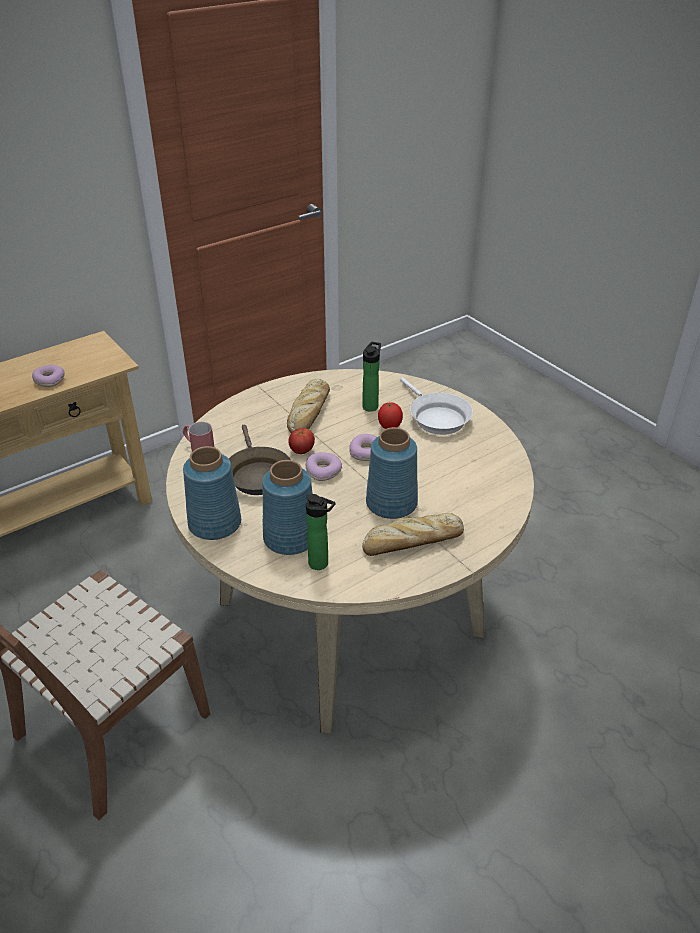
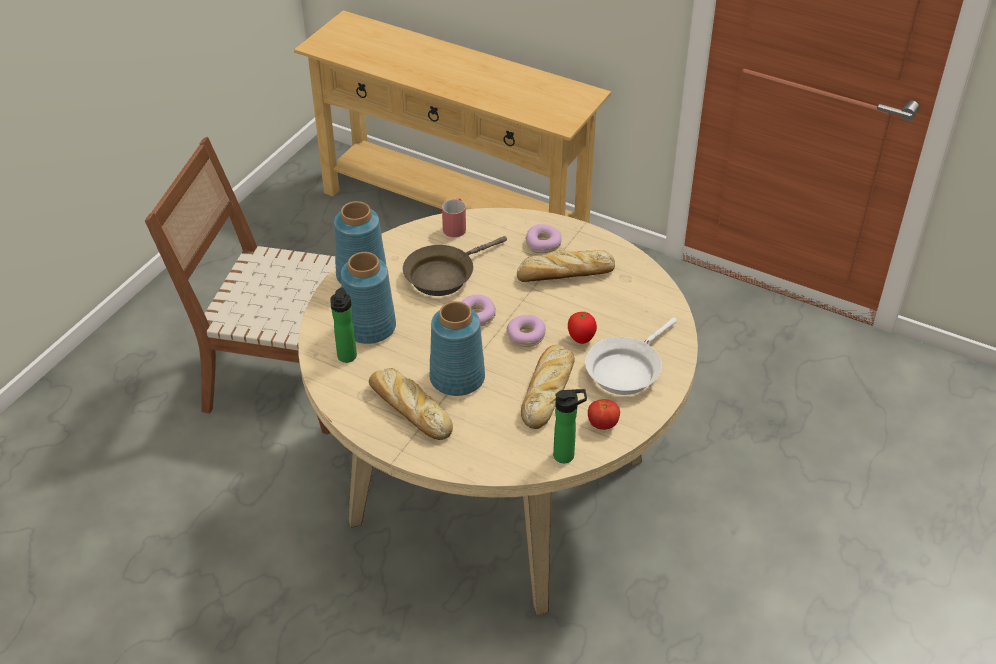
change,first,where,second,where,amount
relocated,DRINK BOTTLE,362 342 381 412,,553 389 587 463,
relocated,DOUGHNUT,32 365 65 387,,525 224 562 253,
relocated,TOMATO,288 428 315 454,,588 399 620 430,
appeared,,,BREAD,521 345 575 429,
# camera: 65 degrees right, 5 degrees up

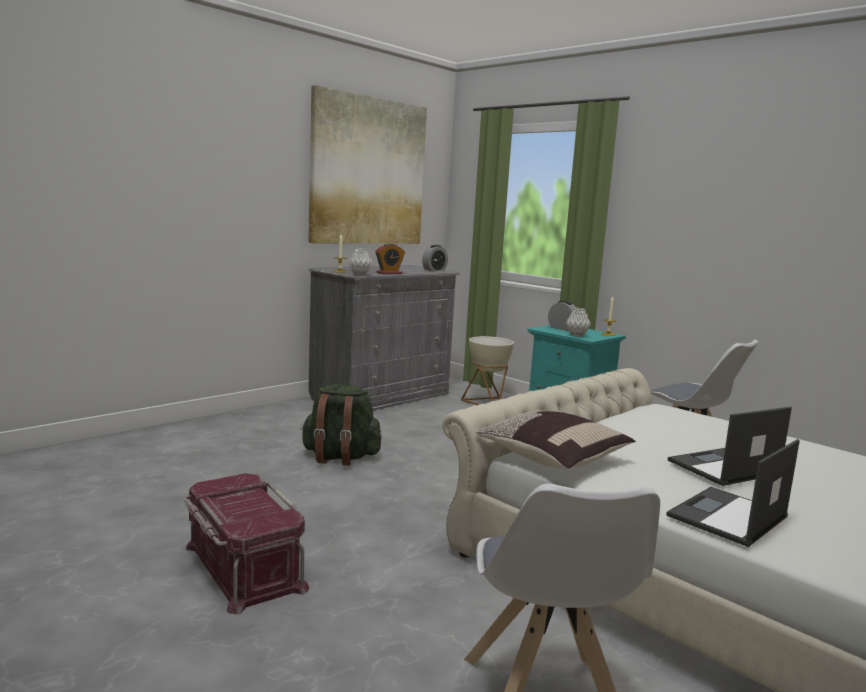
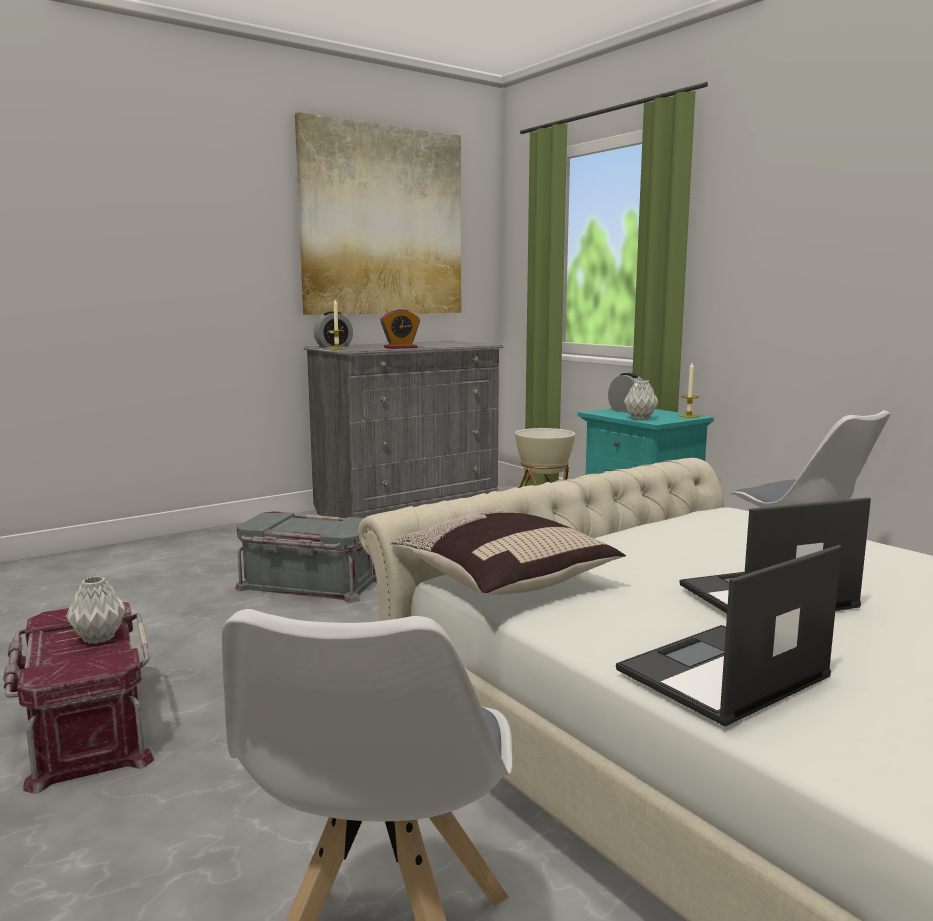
change,first,where,second,where,amount
relocated,ALARM CLOCK,422 245 448 271,,314 311 353 347,
relocated,GREYISH DECORATIVE VASE,348 247 372 275,,66 576 126 644,
exchanged,GREEN-COLOURED KNAPSACK,301 384 382 466,GREYISH STORAGE CONTAINER,235 511 377 603,
# camera: 10 degrees right, 0 degrees up

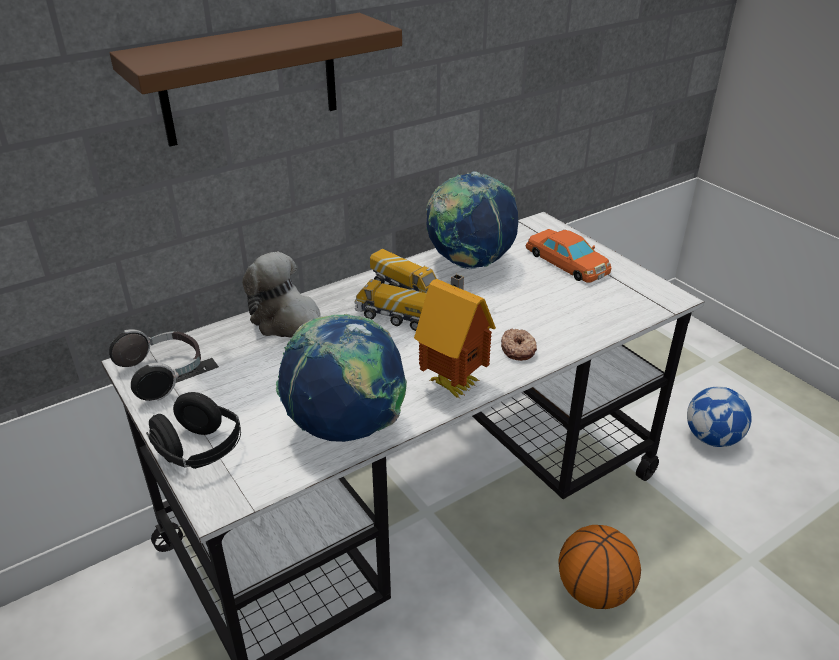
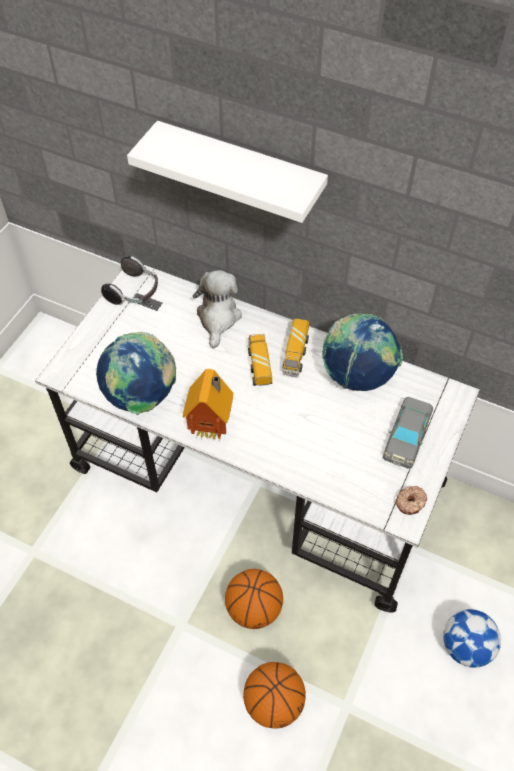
change,first,where,second,where,amount
colour,BROWN-COLOURED WALL SHELF,110 13 402 147,WHITE WALL SHELF,127 121 328 223,
colour,ORANGEY TOY CAR,526 229 612 283,GREYISH TOY CAR,383 397 433 469,
relocated,DOUGHNUT,501 328 537 361,,396 486 427 515,
missing,BLACKISH PAIR OF HEADPHONES,146 392 241 469,,,
appeared,,,BALL FOR BASKETBALL,243 662 306 729,
# camera: 60 degrees right, 20 degrees up

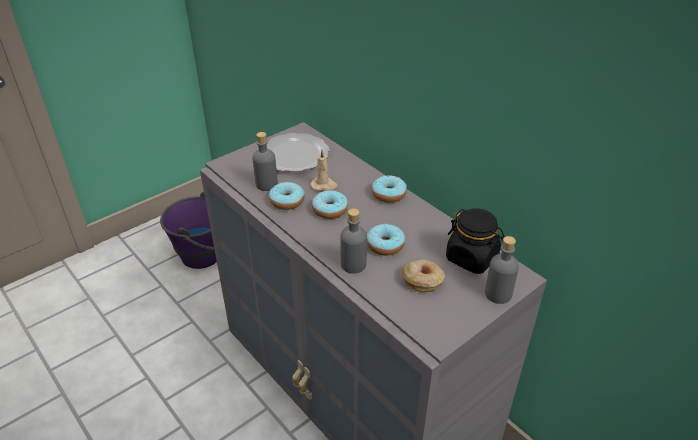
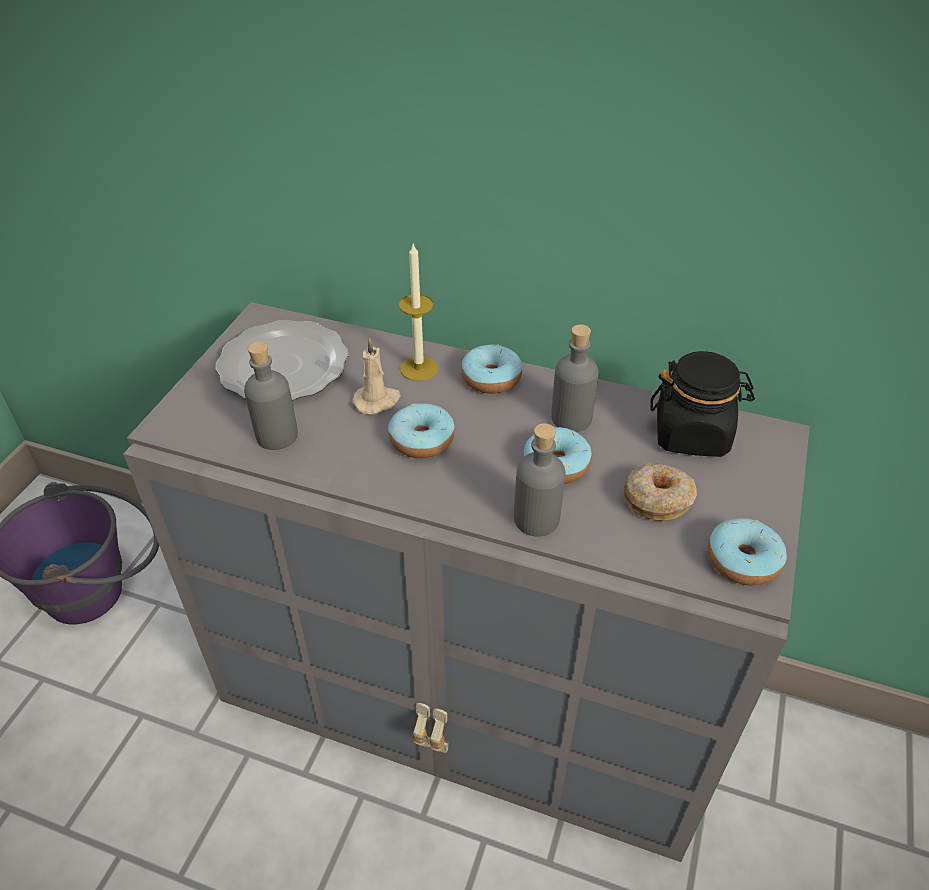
change,first,where,second,where,amount
relocated,DOUGHNUT,269 182 305 210,,707 518 787 586,
relocated,GREYISH DRINK BOTTLE,485 236 519 304,,551 324 599 432,
appeared,,,WAX CANDLE,399 242 438 381,
# camera: 30 degrees left, 5 degrees up

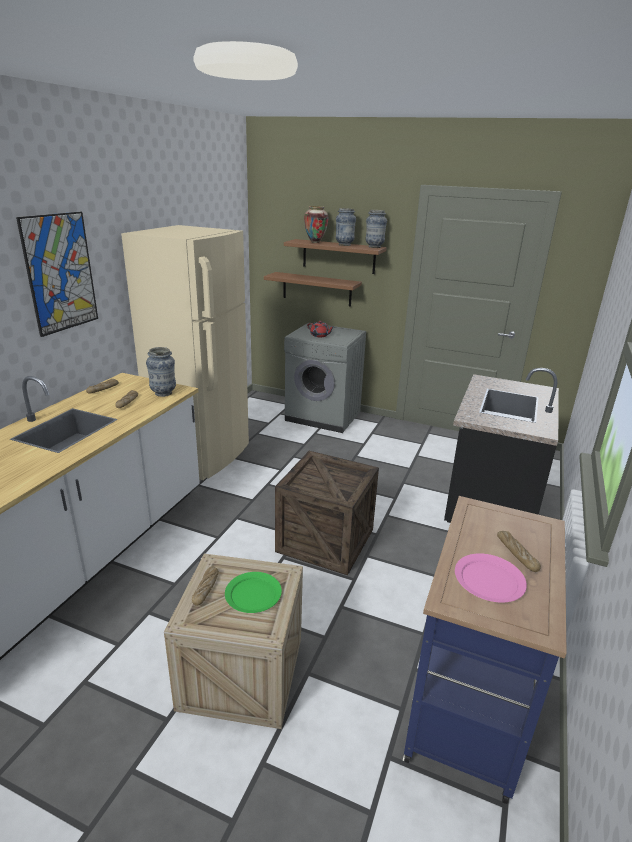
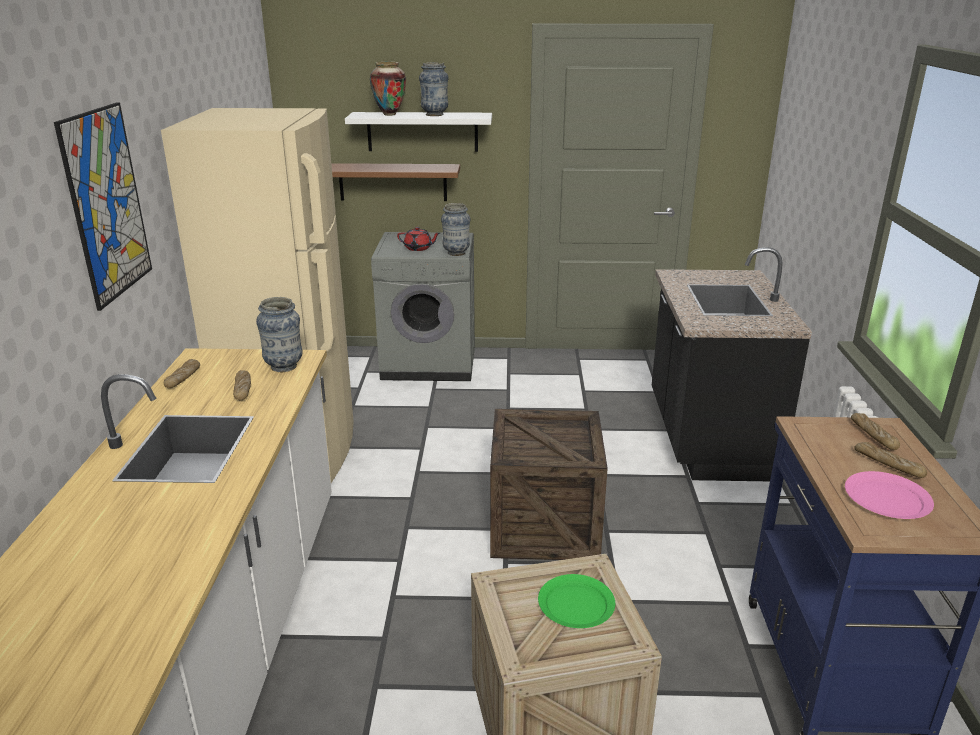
change,first,where,second,where,amount
relocated,DECORATIVE VASE,366 210 387 248,,441 203 470 256,
colour,BROWN-COLOURED WALL SHELF,284 239 387 274,WHITE WALL SHELF,345 112 492 152,
relocated,BREAD,192 567 219 606,,851 413 900 450,
# camera: 20 degrees left, 0 degrees up

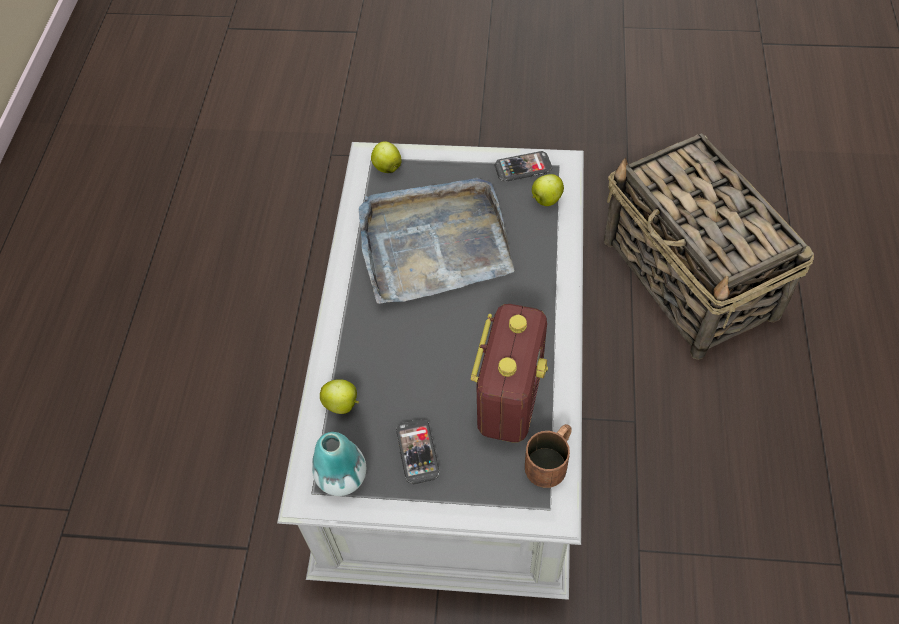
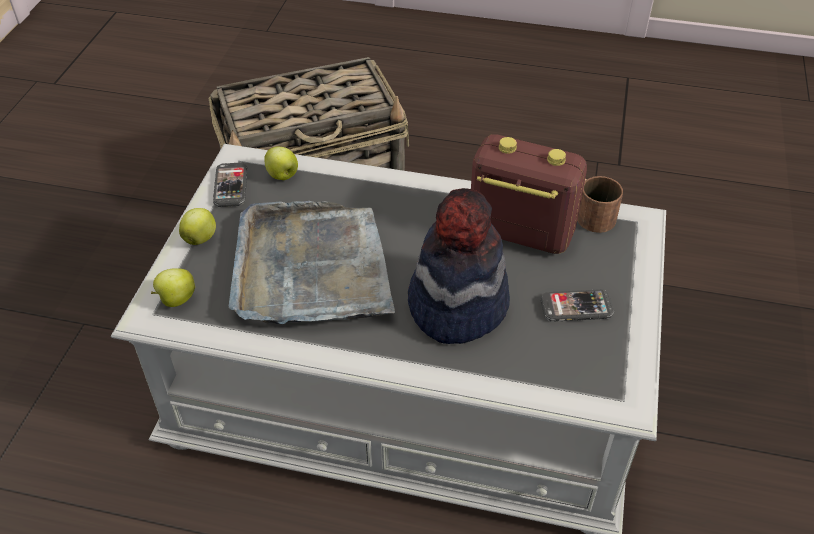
change,first,where,second,where,amount
relocated,APPLE,320 379 359 414,,179 208 216 245,
missing,DECORATIVE VASE,312 432 366 496,,,
appeared,,,WEARABLE HAT,408 188 510 344,
# camera: 85 degrees left, 10 degrees down

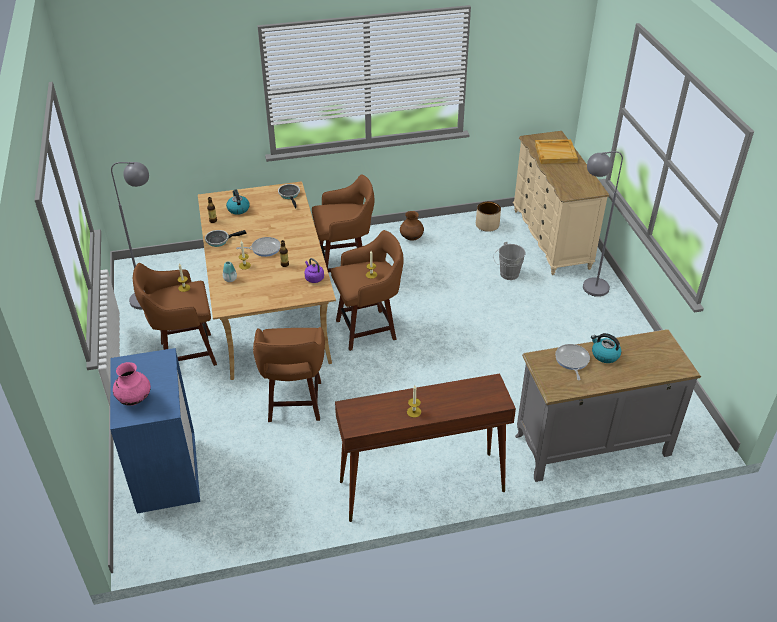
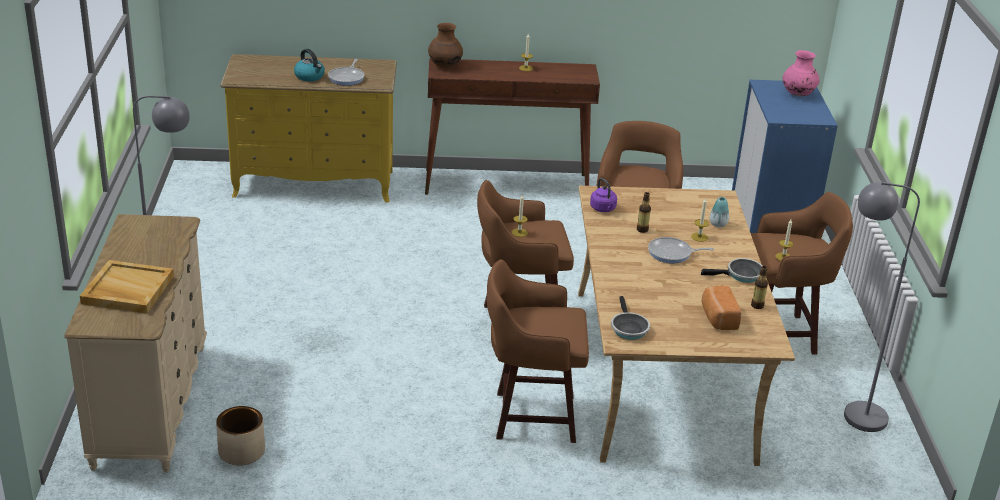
change,first,where,second,where,amount
exchanged,KETTLE,226 189 250 215,BREAD,701 286 741 330,
relocated,BROWN-COLOURED DECORATIVE VASE,400 211 424 241,,428 23 463 68,
missing,GREYISH WATER BUCKET,493 242 526 280,,,
colour,GREYISH DRESSER,515 329 701 482,YELLOWISH DRESSER,220 54 397 202,
# camera: 170 degrees left, 10 degrees down

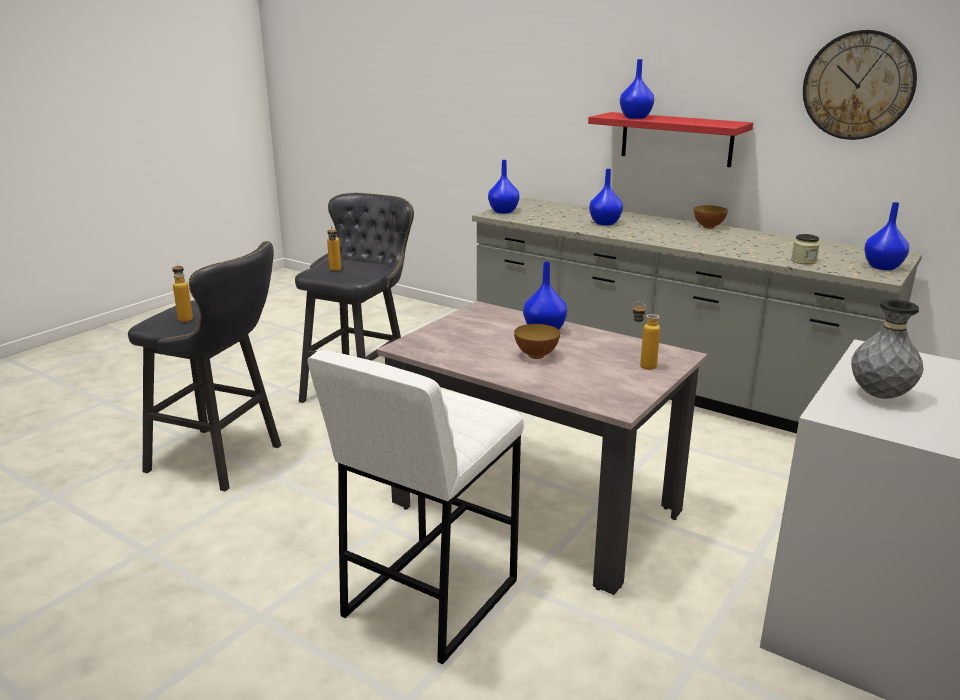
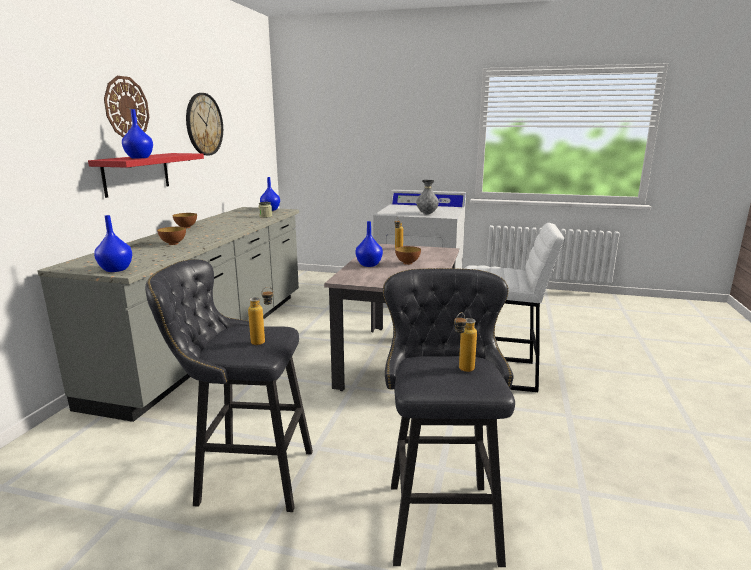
change,first,where,second,where,amount
exchanged,BLUISH DECORATIVE VASE,589 169 623 226,BOWL,157 227 186 245,
appeared,,,CLOCK ON THE WALL,104 76 149 137,
# camera: 110 degrees left, 5 degrees down

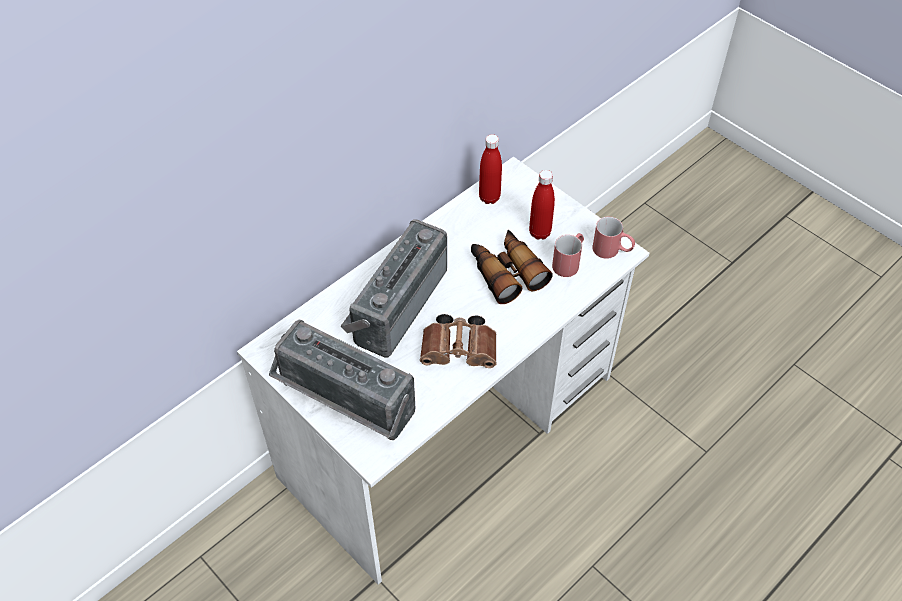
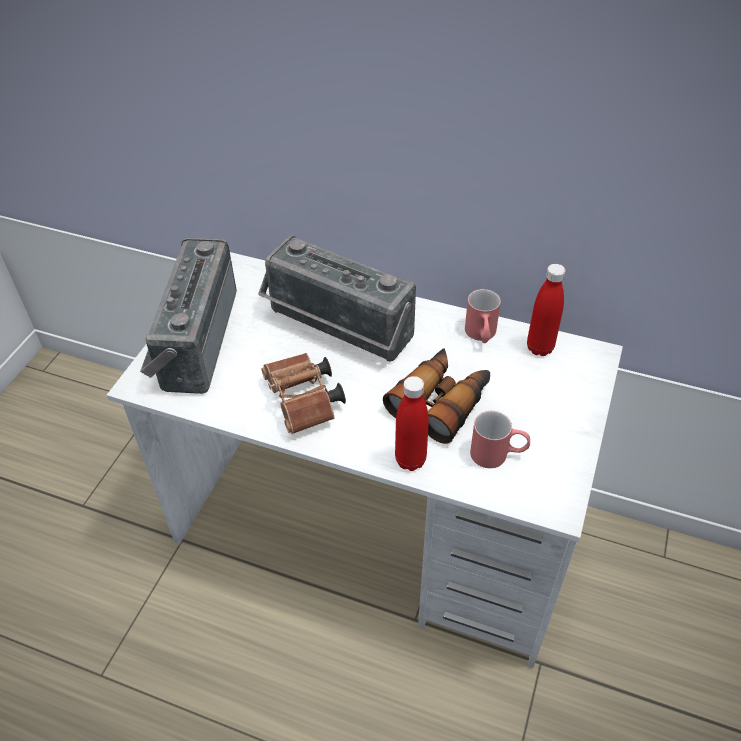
change,first,where,second,where,amount
relocated,RED DRINK BOTTLE,529 170 555 240,,395 376 429 471,
relocated,RED COFFEE MUG,592 217 635 259,,465 289 501 343,
spun,RADIO SET,341 219 447 358,,258 236 416 362,150 degrees counterclockwise
# camera: 65 degrees right, 5 degrees down

